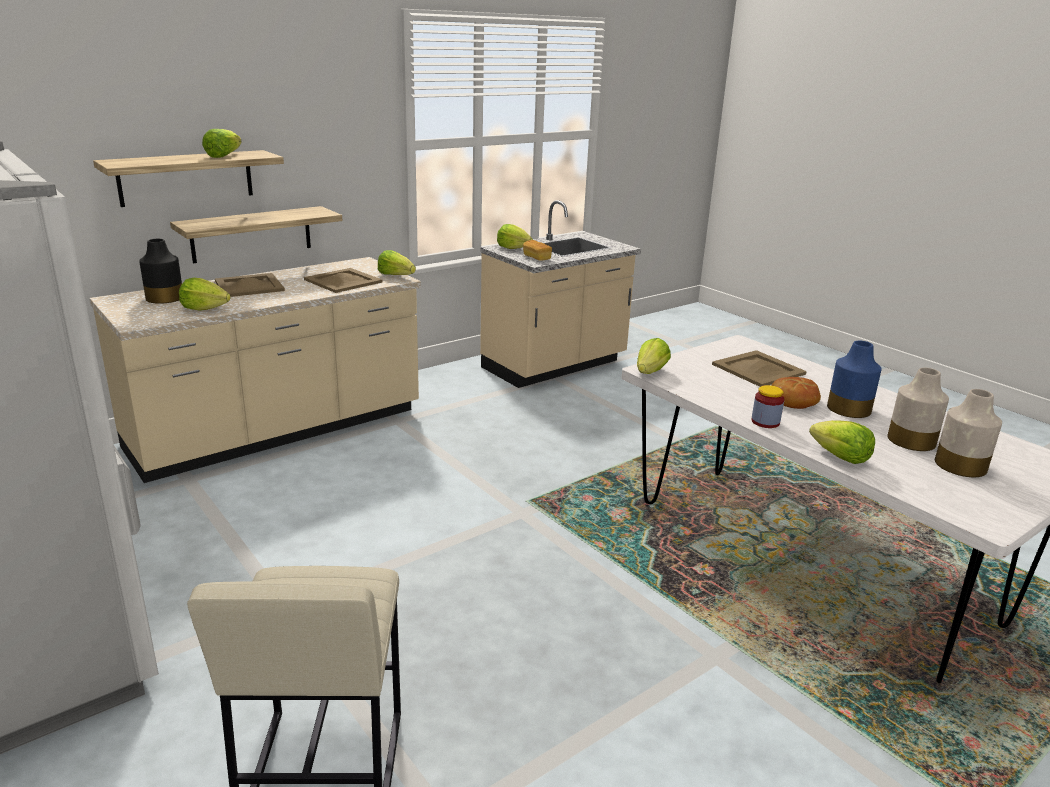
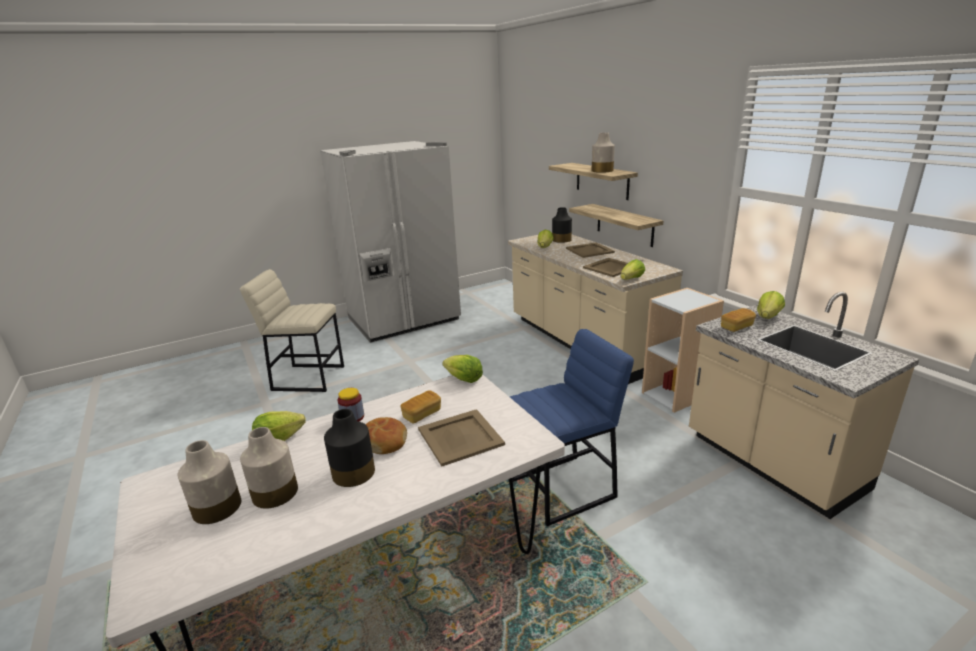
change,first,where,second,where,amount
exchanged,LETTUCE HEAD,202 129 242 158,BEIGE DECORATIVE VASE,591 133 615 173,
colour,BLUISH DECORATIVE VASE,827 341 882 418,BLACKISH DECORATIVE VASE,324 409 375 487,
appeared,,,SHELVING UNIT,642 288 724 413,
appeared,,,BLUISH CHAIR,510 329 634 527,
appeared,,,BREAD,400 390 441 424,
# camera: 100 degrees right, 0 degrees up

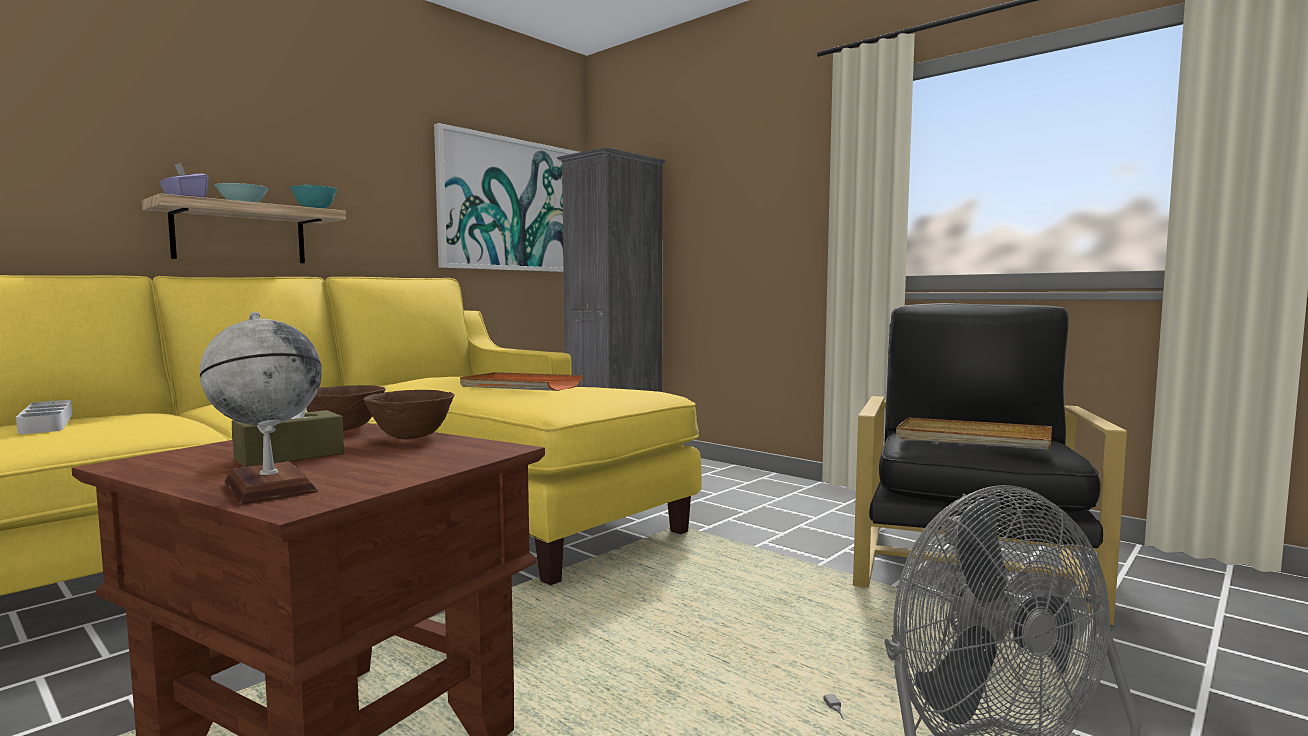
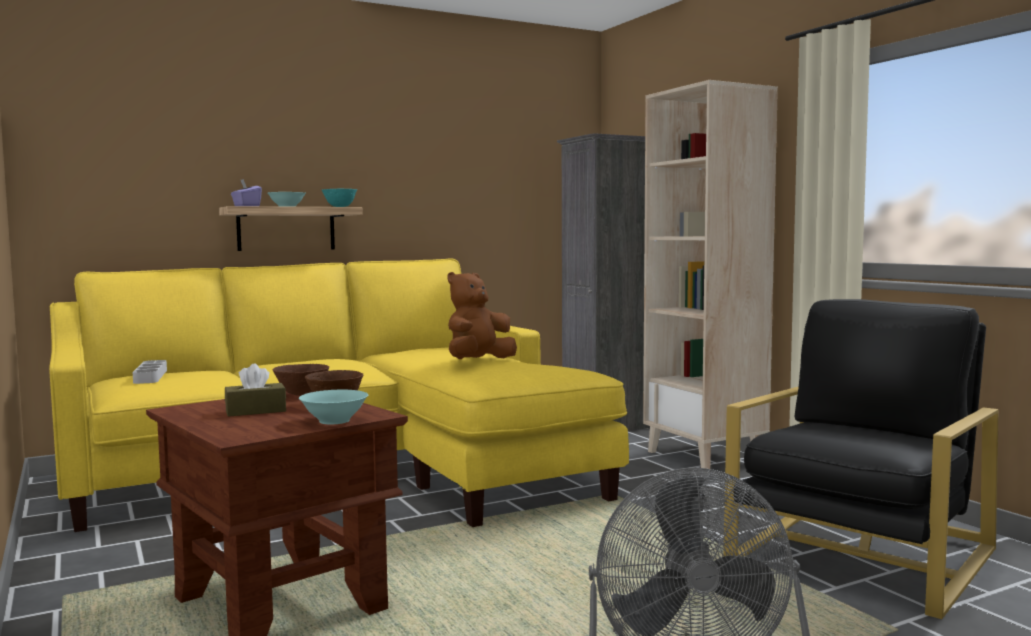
change,first,where,second,where,amount
missing,WALL ART,434 123 579 272,,,
missing,GLOBE,200 312 322 505,,,
exchanged,ORANGEY TRAY,460 372 583 391,BROWN-COLOURED SOFT TOY,448 272 517 359,
missing,BEIGE TRAY,896 417 1052 450,,,
appeared,,,BEIGE SHELVING UNIT,643 80 778 473,
appeared,,,TURQUOISE BOWL,299 390 368 425,
# camera: 20 degrees right, 0 degrees up

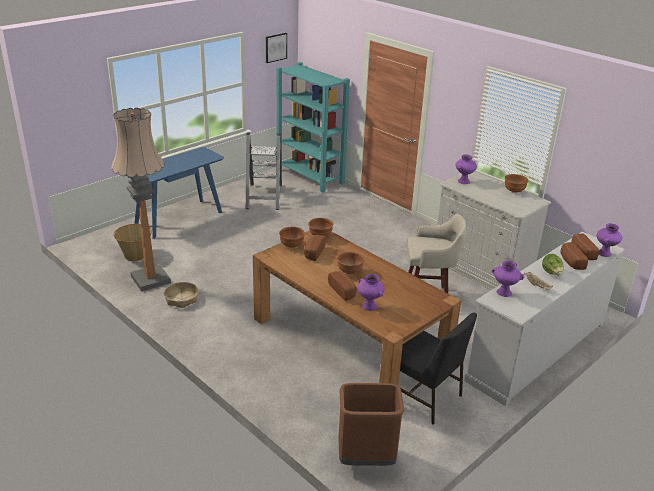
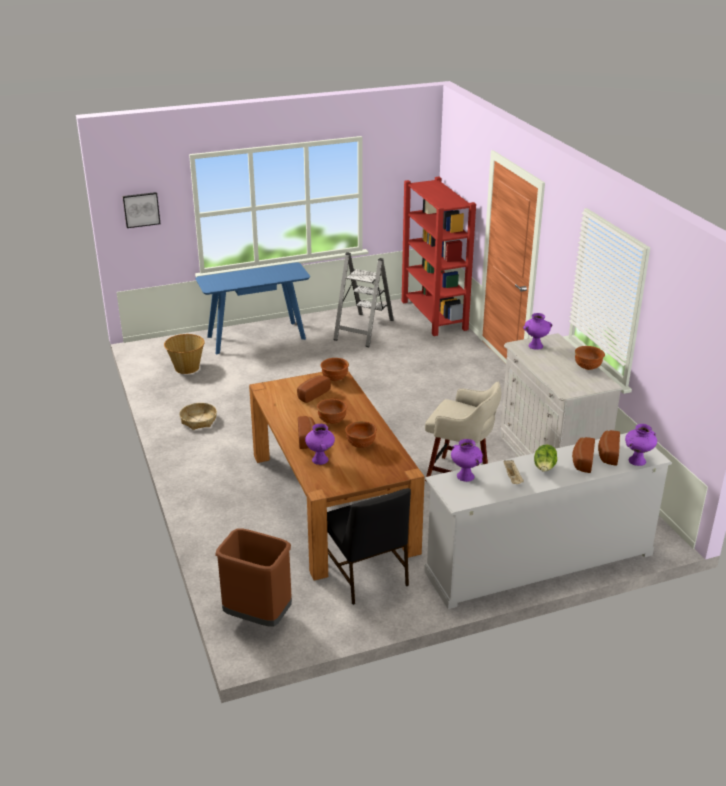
change,first,where,second,where,amount
relocated,WALL ART,266 33 287 63,,123 192 160 228,
colour,TURQUOISE SHELVING UNIT,276 62 350 193,RED SHELVING UNIT,402 177 476 336,
missing,FLOOR LAMP,111 108 171 292,,,
relocated,BROWN-COLOURED BOWL,279 227 305 248,,345 421 377 448,
# camera: 25 degrees right, 0 degrees up

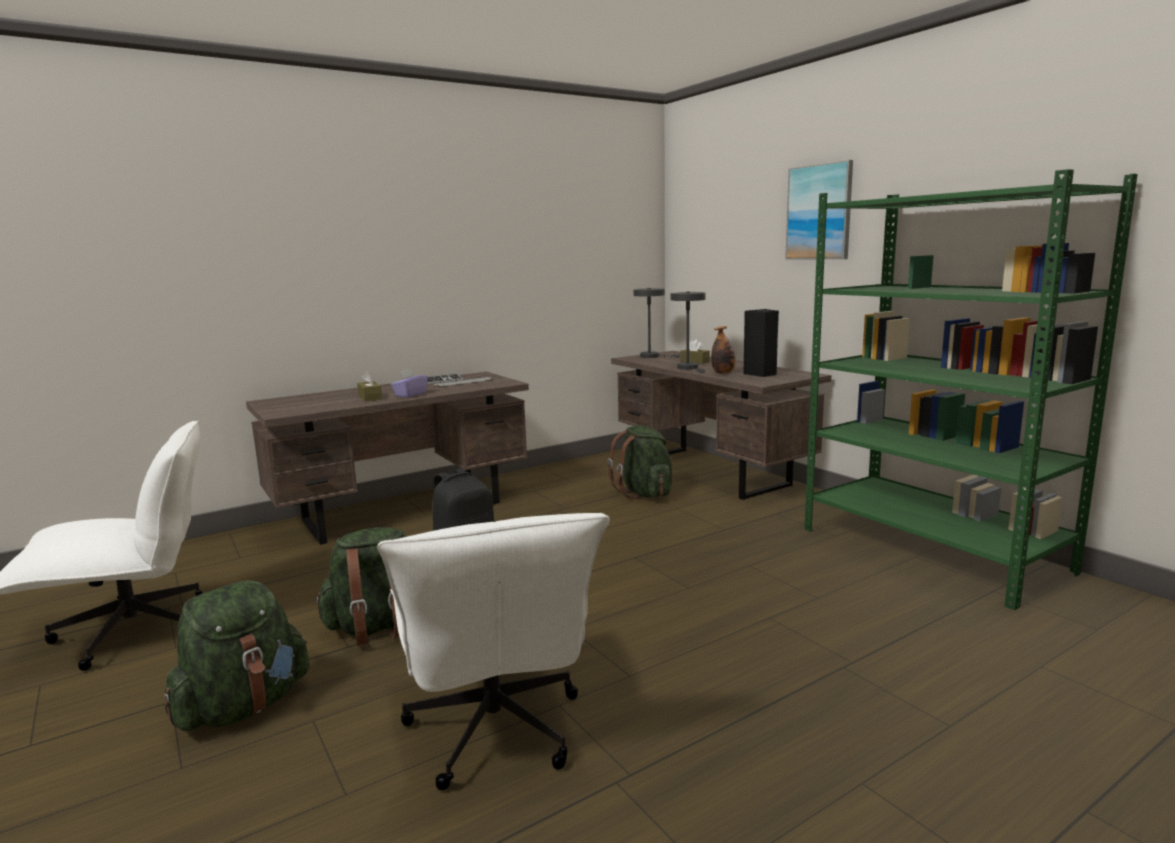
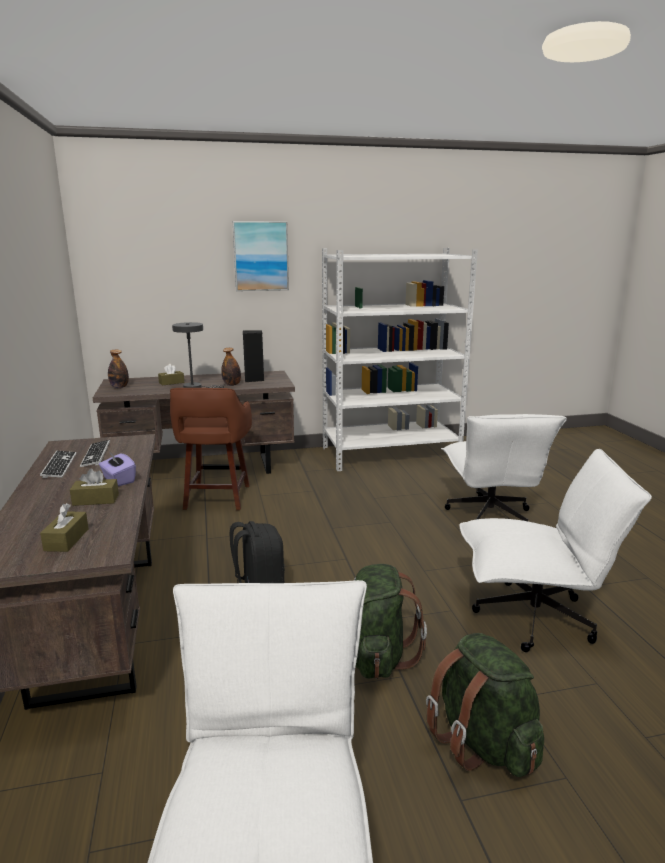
change,first,where,second,where,amount
colour,GREEN-COLOURED SHELVING UNIT,804 169 1138 610,WHITE SHELVING UNIT,322 248 478 471,
exchanged,GREYISH TABLE LAMP,633 288 680 358,DRINK BOTTLE,108 350 129 388,
exchanged,GREEN-COLOURED KNAPSACK,608 426 672 499,BROWN-COLOURED STOOL,170 388 252 510,
appeared,,,WHITE COMPUTER CHAIR,441 414 567 521,
appeared,,,BROWN-COLOURED TISSUE HOLDER,40 503 89 552,
# camera: 70 degrees left, 5 degrees up

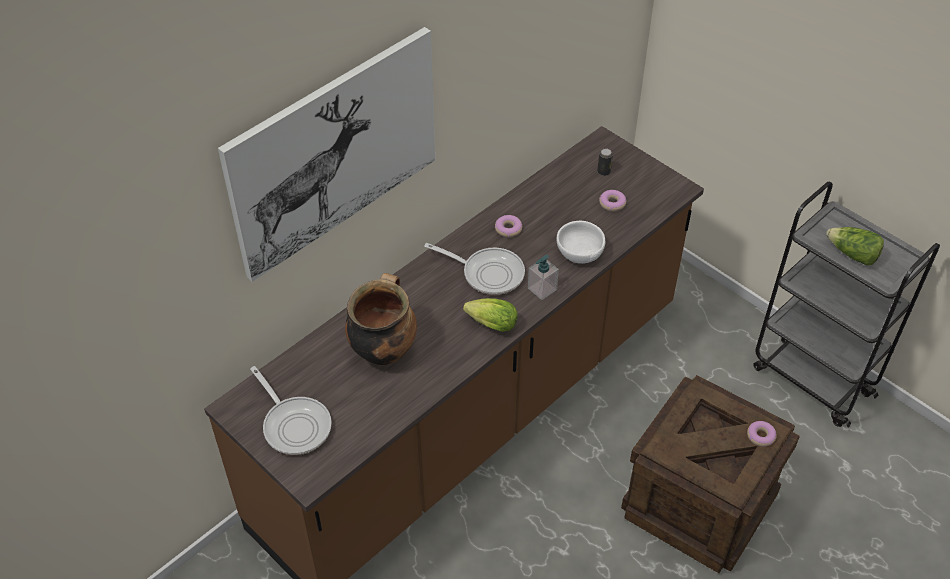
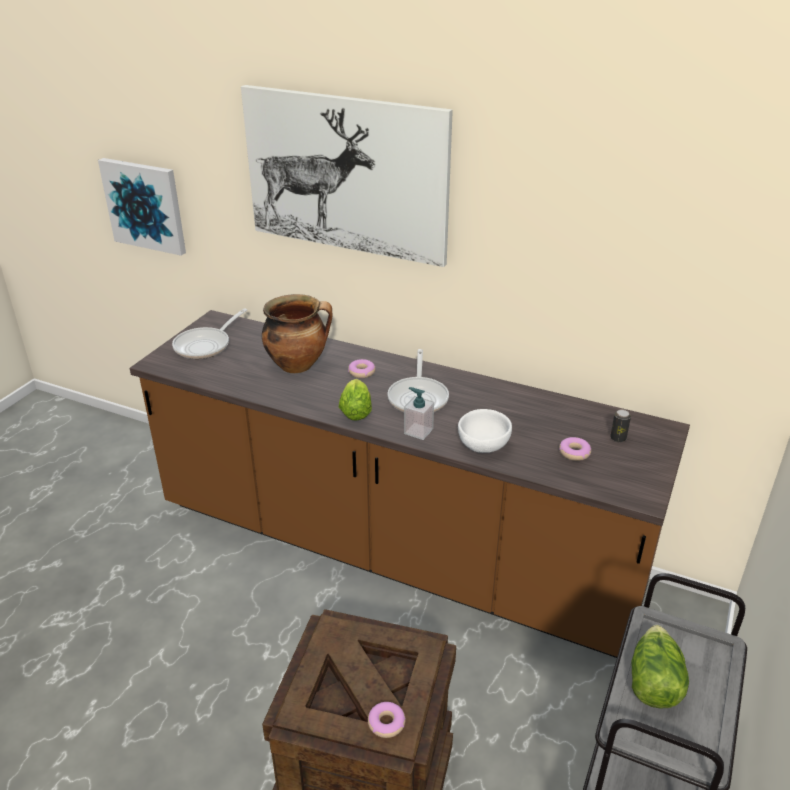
change,first,where,second,where,amount
relocated,DOUGHNUT,495 215 523 237,,348 359 376 378,
appeared,,,WALL ART,98 158 186 256,
# camera: 70 degrees right, 15 degrees down

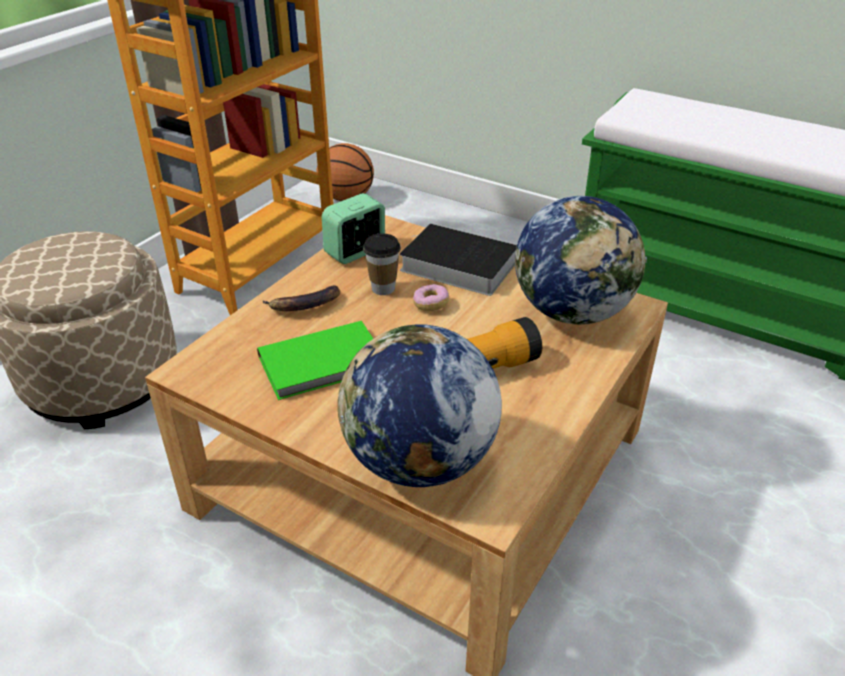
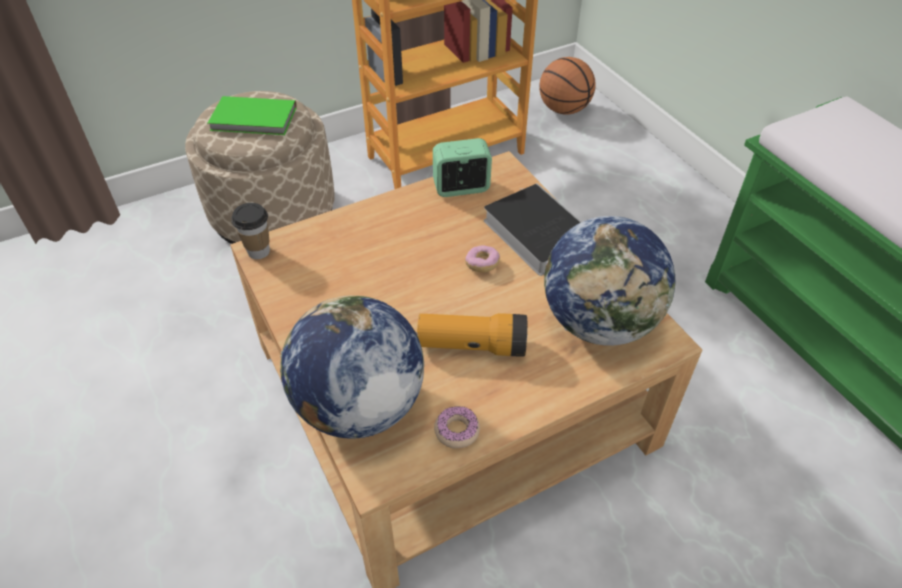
change,first,where,second,where,amount
relocated,DRINKING CUP,363 234 401 295,,231 203 270 259,
missing,BANANA,262 285 340 311,,,
relocated,GREEN-COLOURED BOOK,257 321 373 400,,208 96 297 135,
appeared,,,DOUGHNUT,434 406 480 448,
# camera: 30 degrees right, 10 degrees up

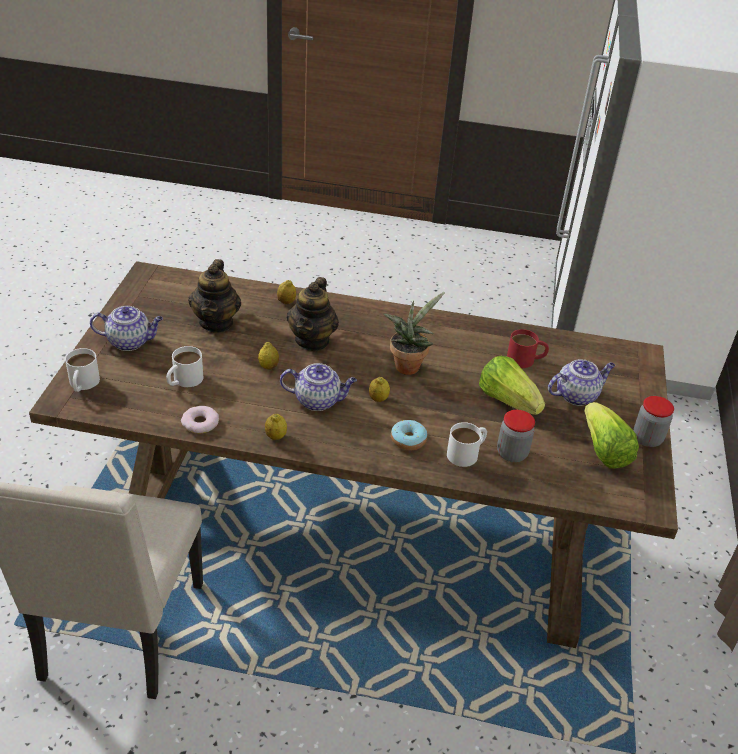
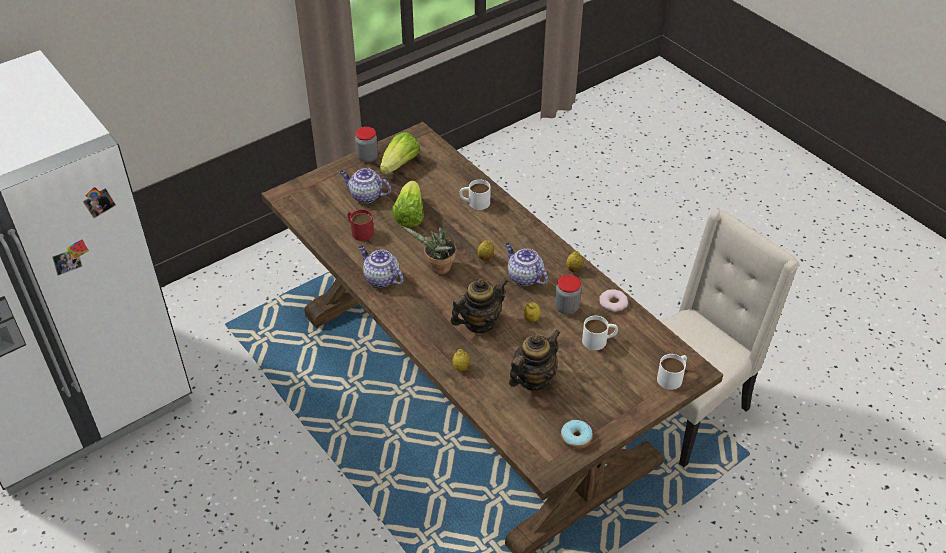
change,first,where,second,where,amount
relocated,TEA POT,90 306 163 351,,359 246 404 287,
relocated,STORAGE JAR,497 410 535 462,,555 275 581 315,
relocated,DOUGHNUT,391 420 427 450,,561 420 593 449,
# camera: 135 degrees left, 5 degrees up

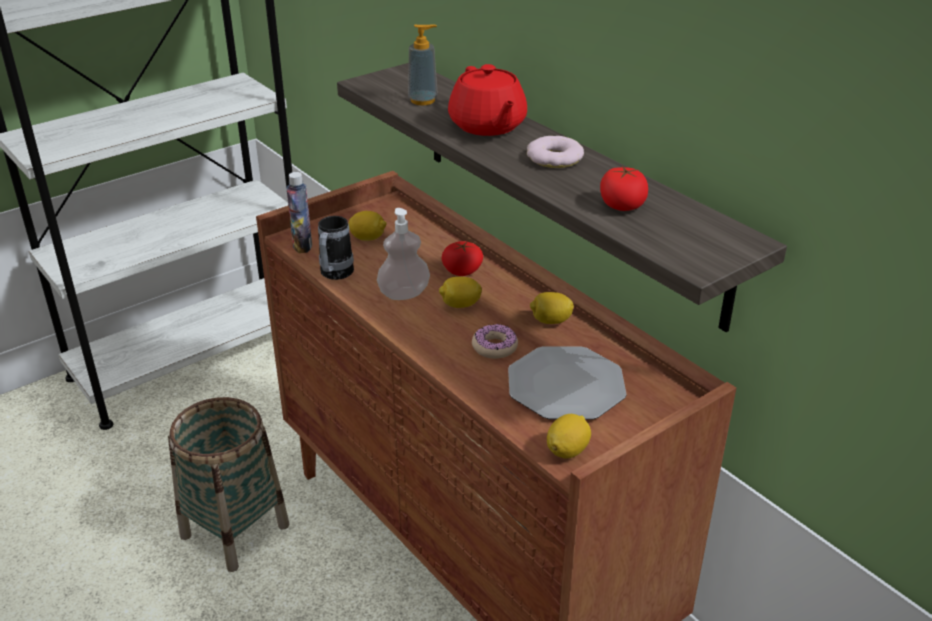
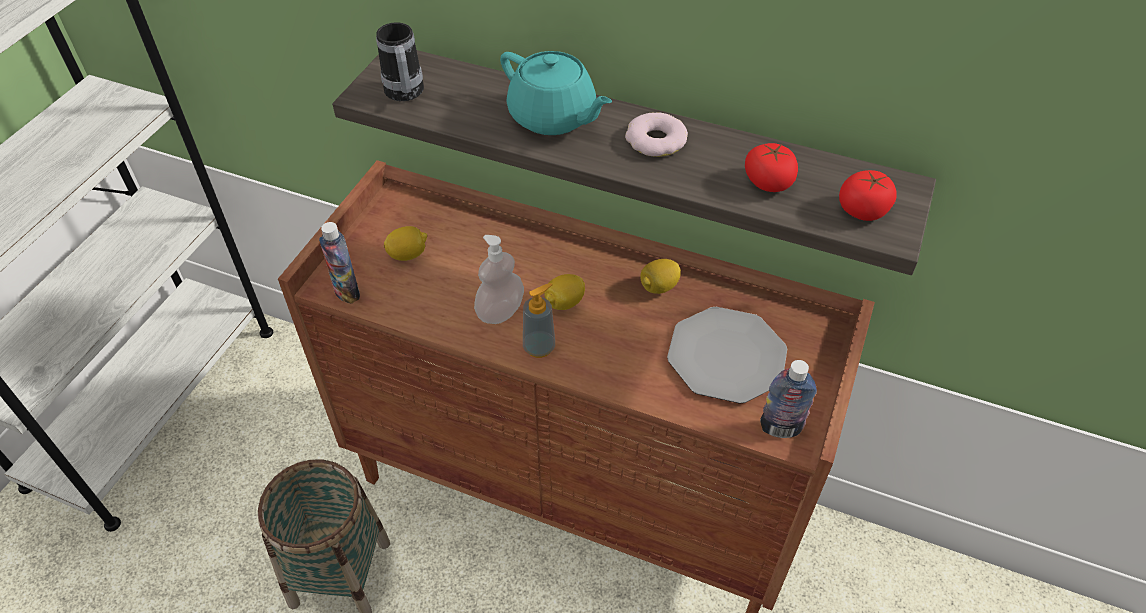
change,first,where,second,where,amount
relocated,SOAP DISPENSER,408 24 438 106,,523 283 555 358,
colour,RED TEA POT,448 64 527 136,TURQUOISE TEA POT,500 51 612 135,
relocated,COFFEE MUG,318 216 354 280,,376 22 424 101,
relocated,TOMATO,442 241 483 276,,839 170 897 221,
missing,DOUGHNUT,472 324 518 359,,,
exchanged,LEMON,547 414 591 459,DRINK BOTTLE,760 360 817 438,
# camera: 30 degrees left, 15 degrees up

